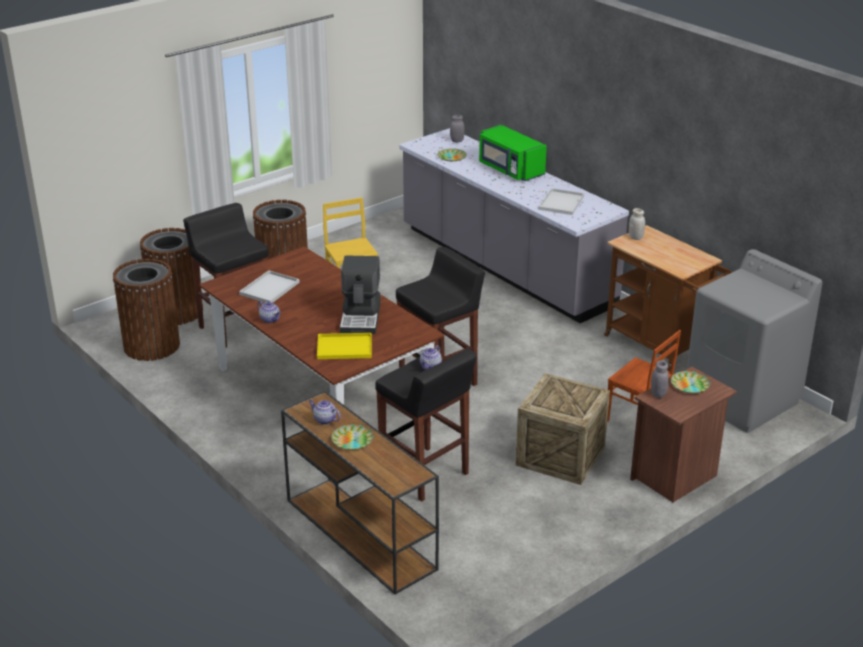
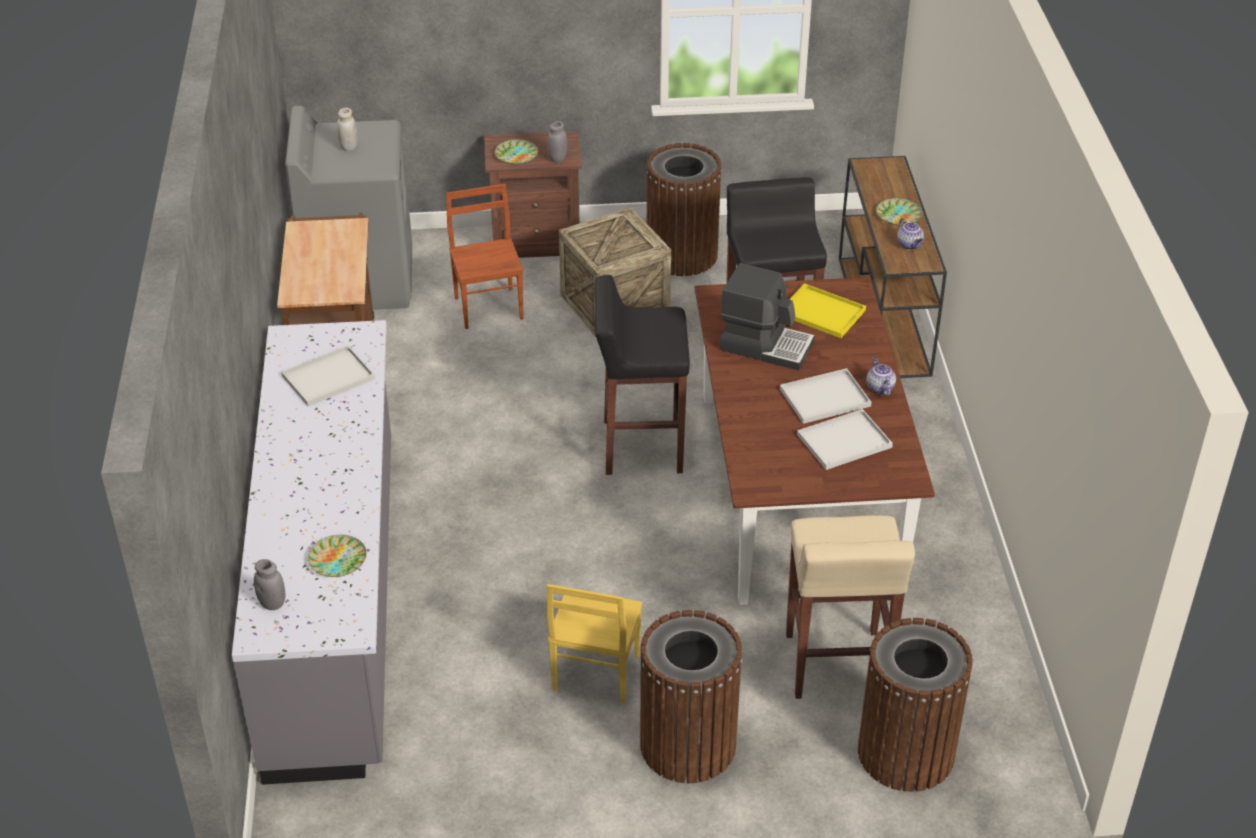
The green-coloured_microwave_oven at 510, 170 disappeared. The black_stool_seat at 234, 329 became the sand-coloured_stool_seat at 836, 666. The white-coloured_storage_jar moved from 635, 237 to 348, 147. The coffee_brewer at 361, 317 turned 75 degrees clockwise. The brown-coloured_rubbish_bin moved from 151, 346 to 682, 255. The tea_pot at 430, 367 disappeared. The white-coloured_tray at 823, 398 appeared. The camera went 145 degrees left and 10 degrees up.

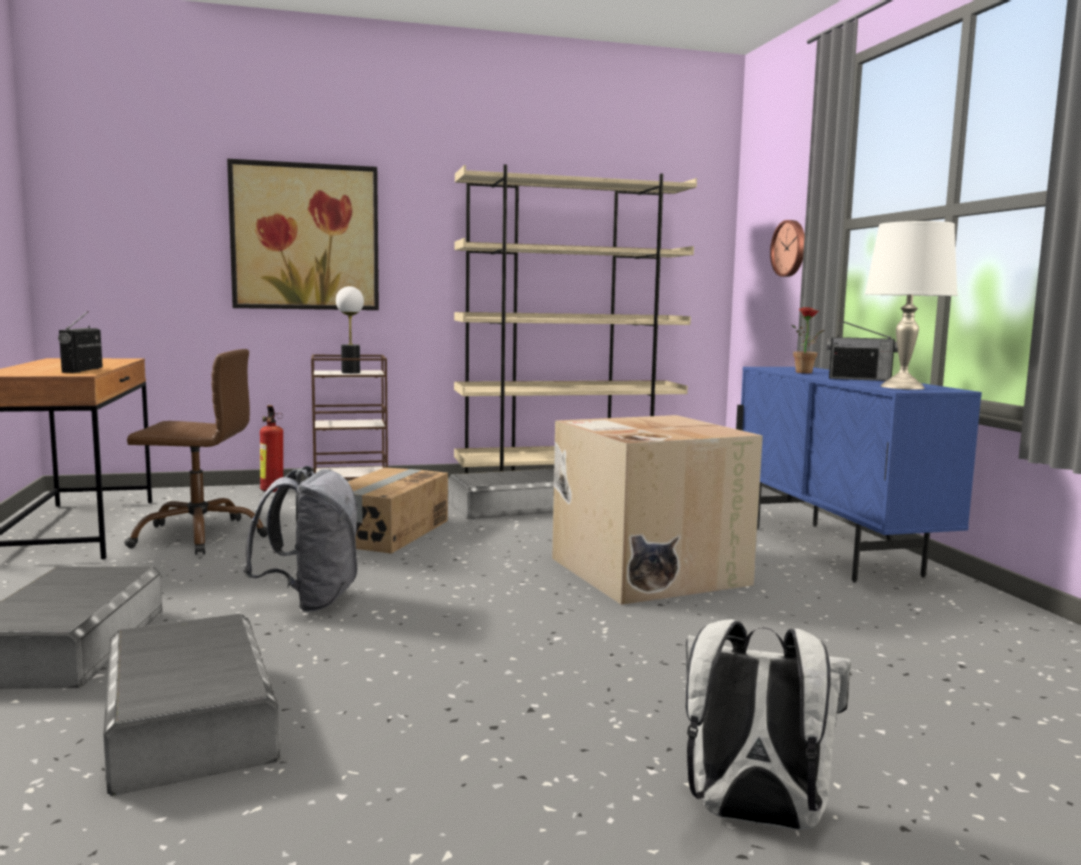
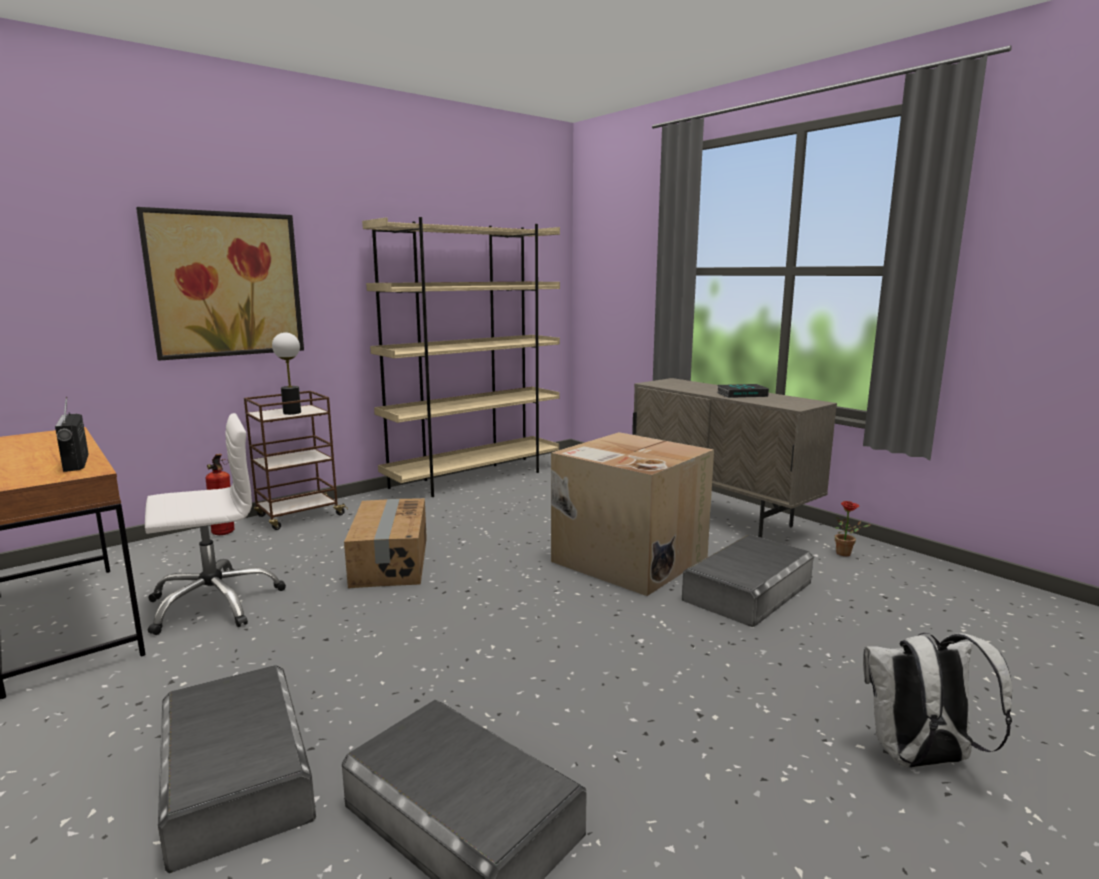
The hanging_clock at 790, 248 disappeared. The white-coloured_table_lamp at 902, 387 disappeared. The plant_in_a_pot moved from 807, 372 to 846, 554. The radio_receiver at 859, 379 was replaced by the volume at 742, 394. The brown-coloured_computer_chair at 199, 536 became the white-coloured_computer_chair at 214, 603. The blue_cupboard at 833, 551 became the sand-coloured_cupboard at 719, 515. The gray_rucksack at 311, 601 disappeared. The gray_storage_bin moved from 511, 506 to 747, 591. The camera went 25 degrees left and 5 degrees up.

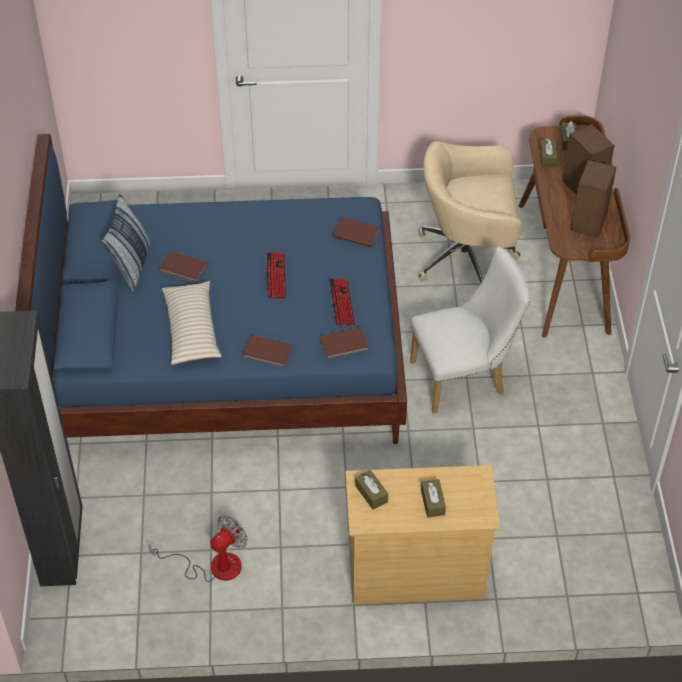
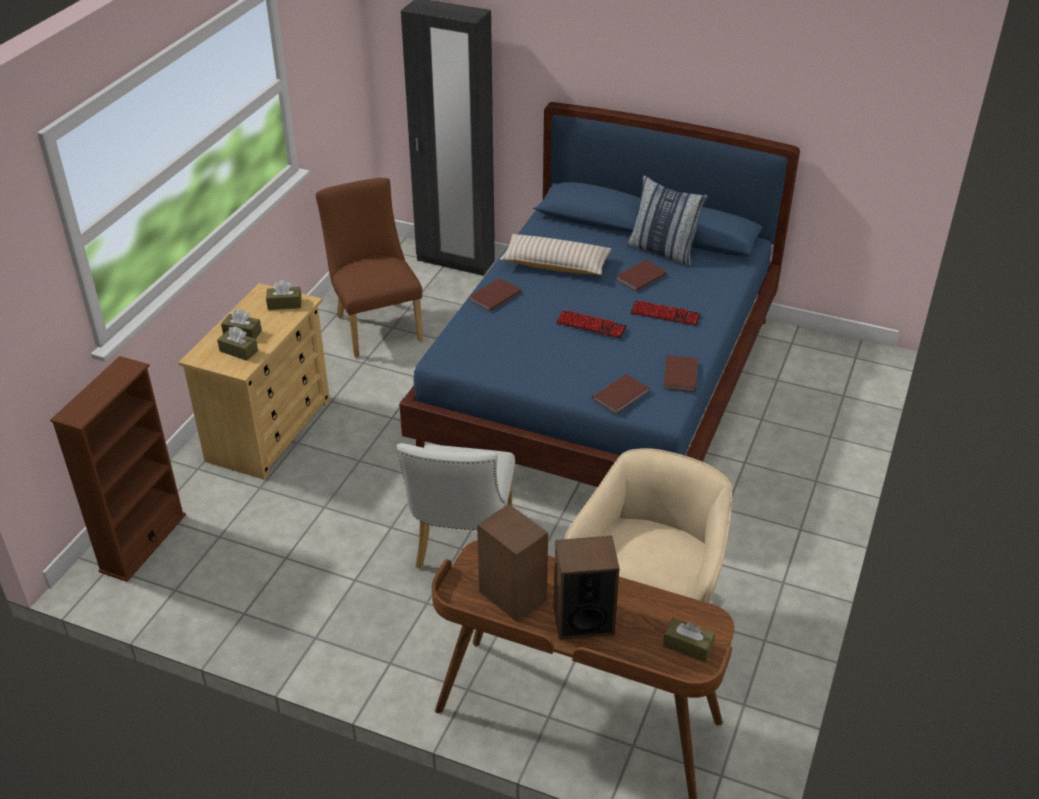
The brown-coloured_tissue_box moved from 547, 157 to 238, 351. The computer_keyboard moved from 341, 303 to 665, 314. The brown-coloured_volume moved from 344, 345 to 679, 376. The fan at 214, 566 was replaced by the brown-coloured_chair at 375, 325. The brown-coloured_shelving_unit at 143, 543 appeared. The camera went 115 degrees right and 10 degrees down.

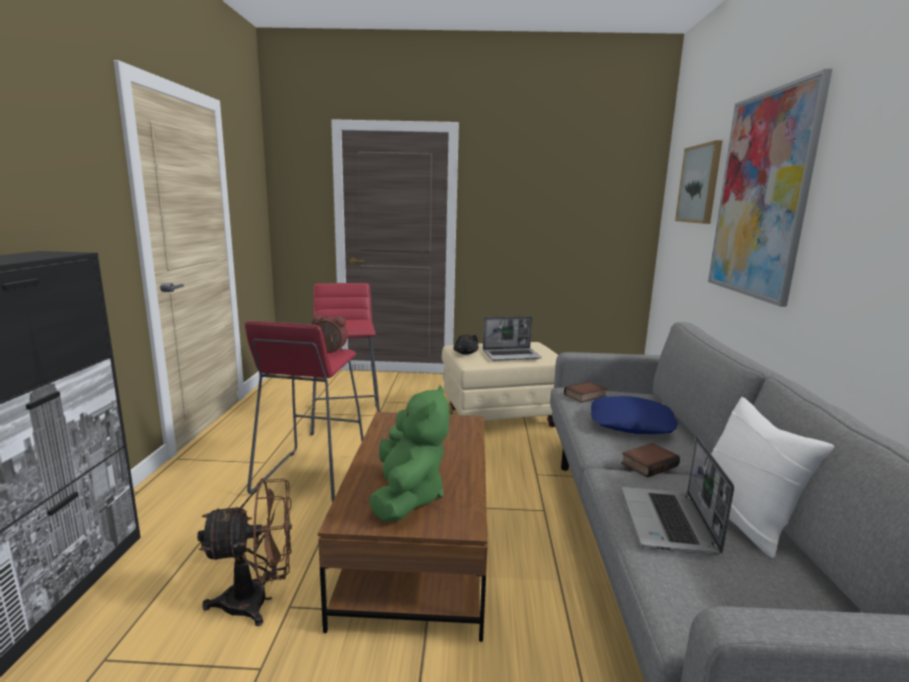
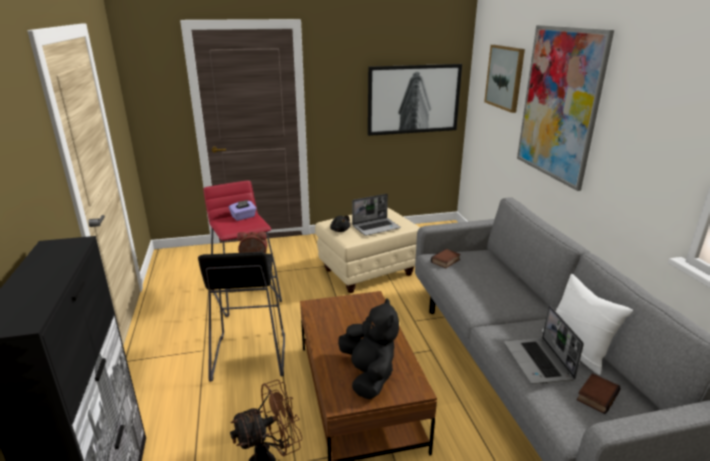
The red-coloured_stool_seat at 310, 477 became the black_stool_seat at 249, 356. The green-coloured_plush_toy at 407, 497 became the black_plush_toy at 368, 375. The blue_throw_pillow at 631, 424 disappeared. The volume moved from 648, 464 to 596, 395. The wall_picture at 413, 99 appeared. The purplish_tissue_box at 243, 217 appeared. The camera went 15 degrees left and 10 degrees up.

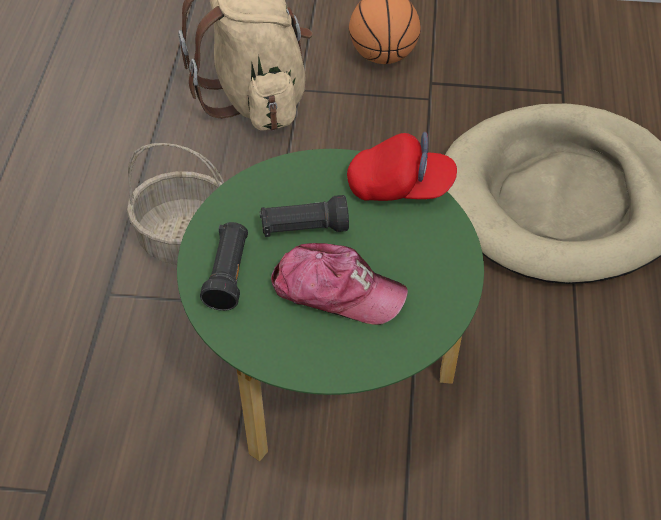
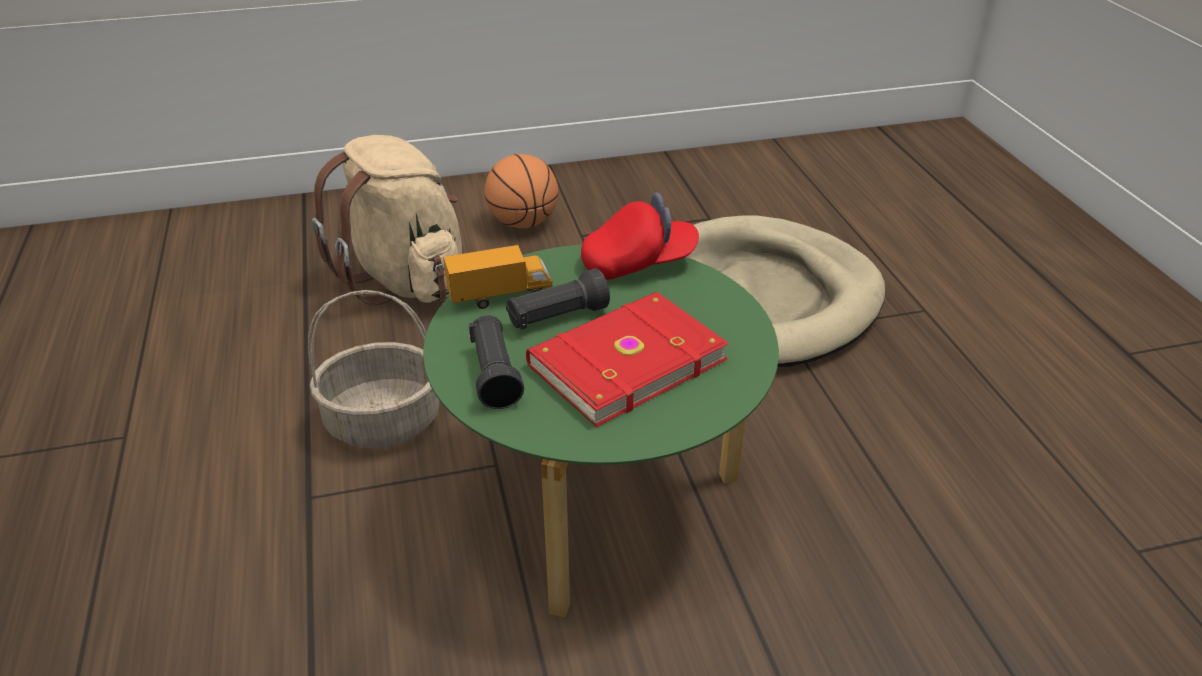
The peaked_cap at 337, 290 was replaced by the red-coloured_volume at 624, 361. The toy_lorry at 501, 297 appeared. The camera went 20 degrees left and 15 degrees down.

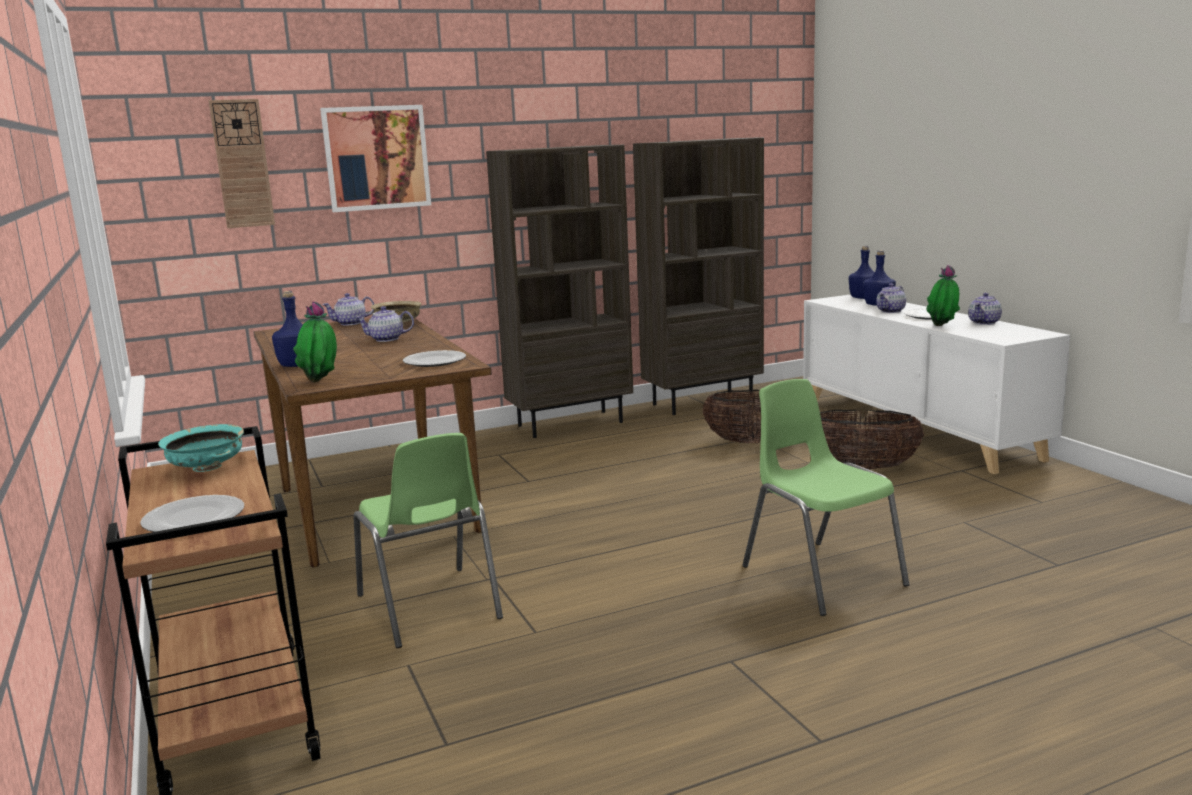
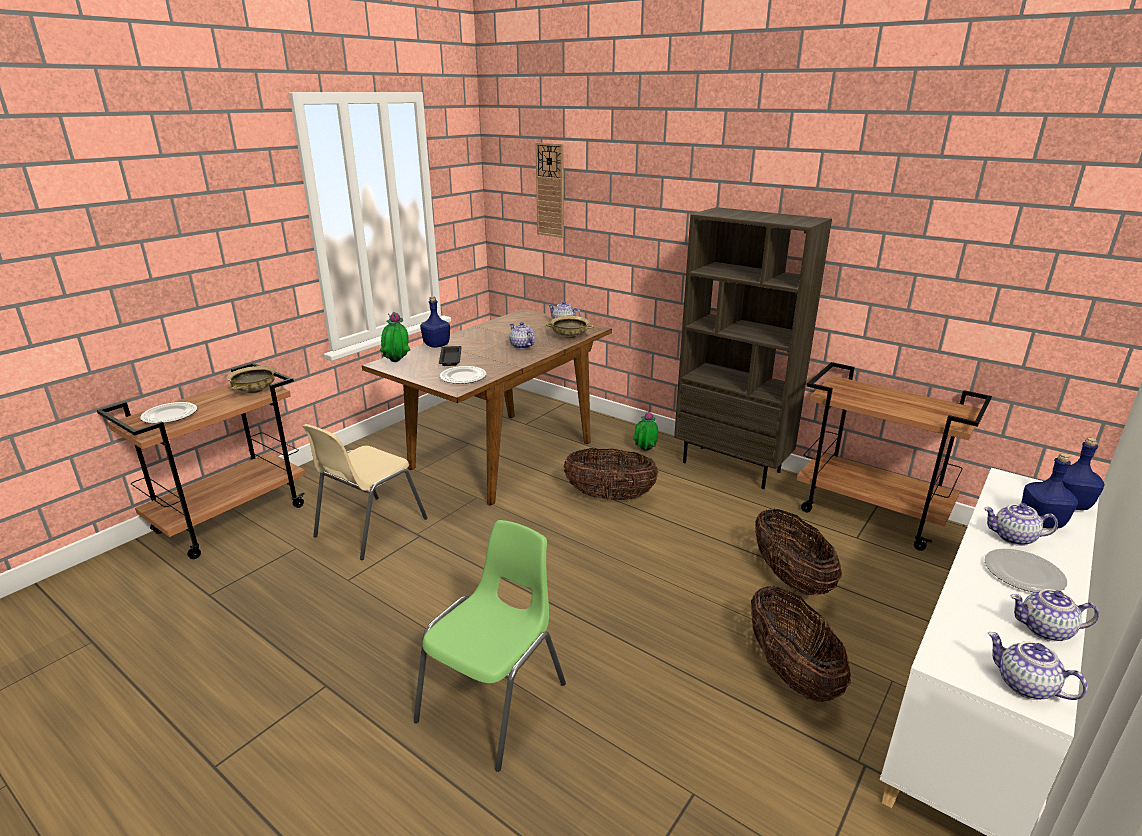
The wall_picture at 376, 158 disappeared. The brown-coloured_shelving_unit at 702, 402 was replaced by the brown-coloured_cart at 871, 514. The plant_in_a_pot moved from 942, 326 to 645, 451. The turquoise_deep_dish at 207, 467 became the sand-coloured_deep_dish at 254, 390. The green-coloured_chair at 429, 608 became the sand-coloured_chair at 369, 528. The black_tray at 450, 359 appeared. The household_basket at 609, 496 appeared. The tea_pot at 1024, 685 appeared. The camera went 60 degrees right and 10 degrees up.

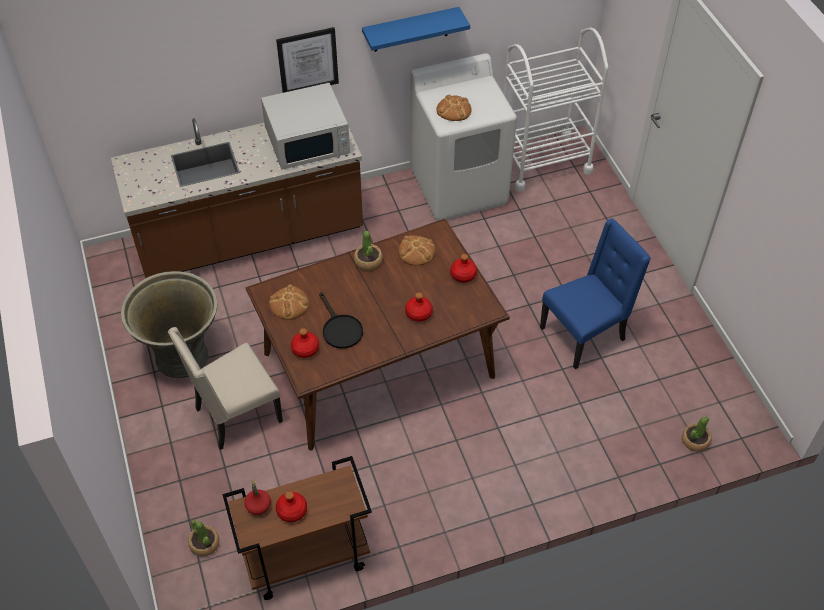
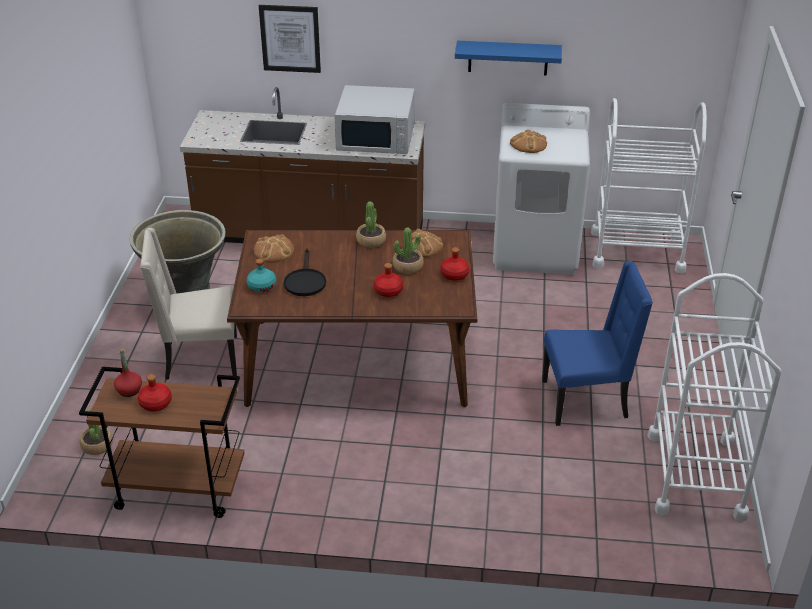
The wall_picture moved from 307, 61 to 290, 38. The red-coloured_bottle at 305, 349 became the turquoise_bottle at 261, 286. The plant_in_a_pot moved from 695, 440 to 408, 266. The white-coloured_cart at 695, 475 appeared. The camera went 25 degrees right and 15 degrees down.

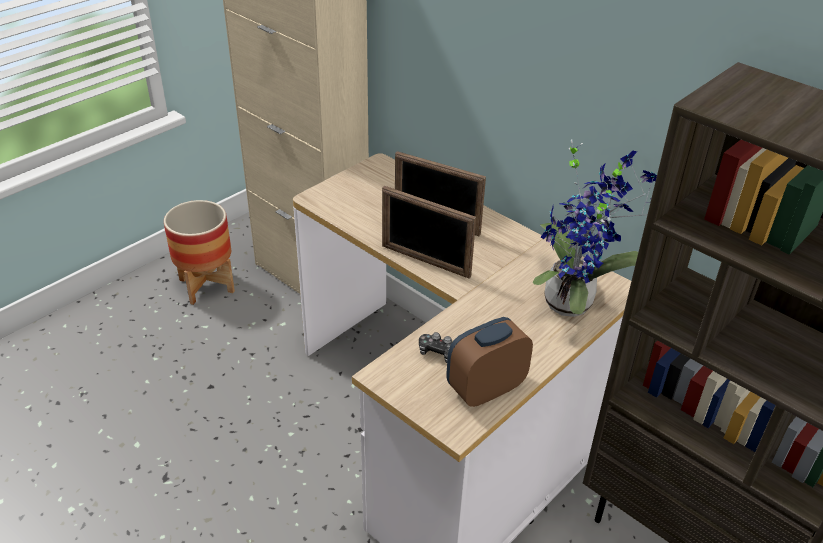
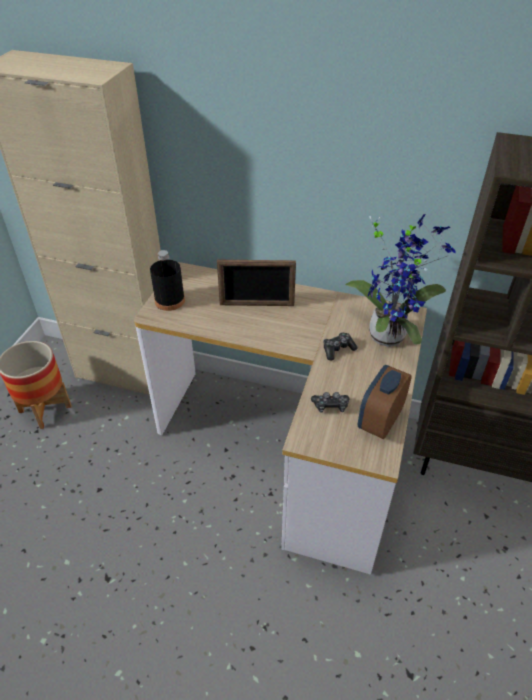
The picture_frame at 425, 261 disappeared. The black_bottle at 170, 301 appeared. The joypad at 338, 349 appeared. The camera went 25 degrees left and 5 degrees up.

